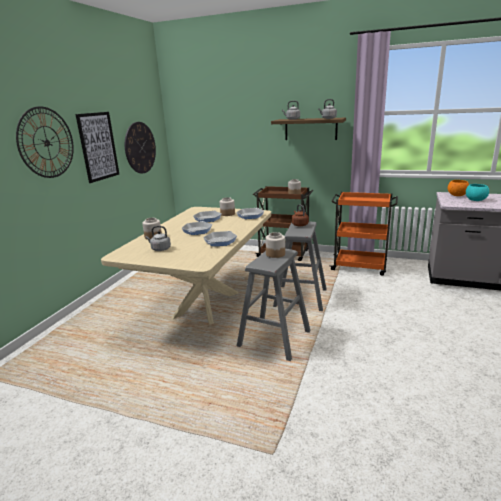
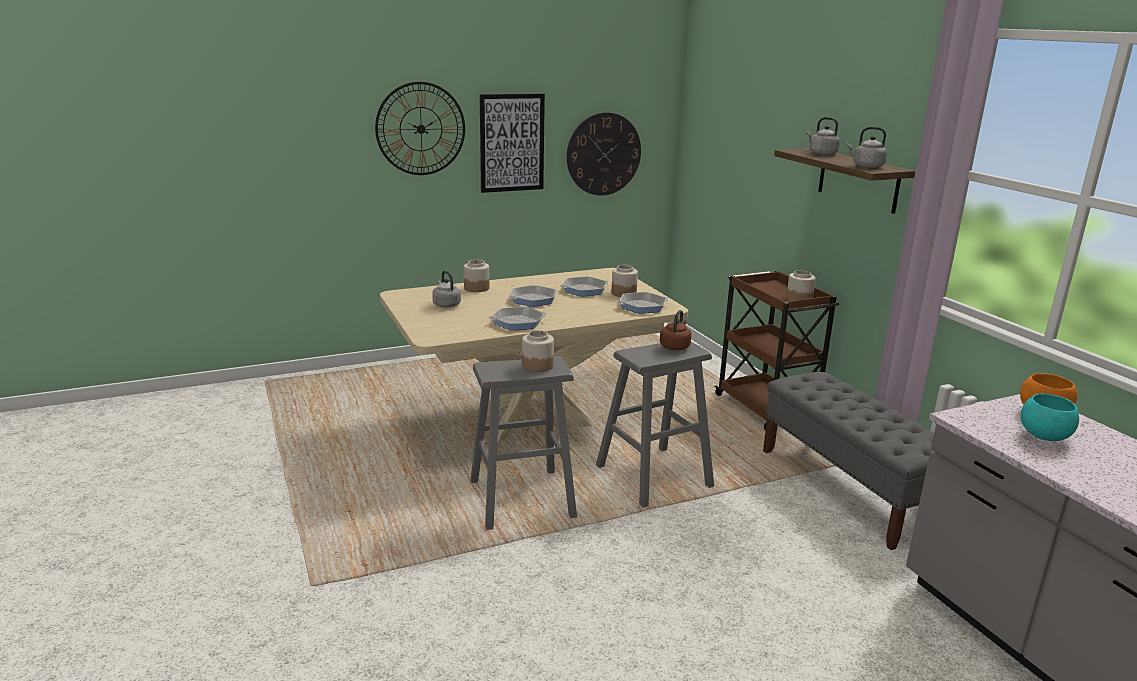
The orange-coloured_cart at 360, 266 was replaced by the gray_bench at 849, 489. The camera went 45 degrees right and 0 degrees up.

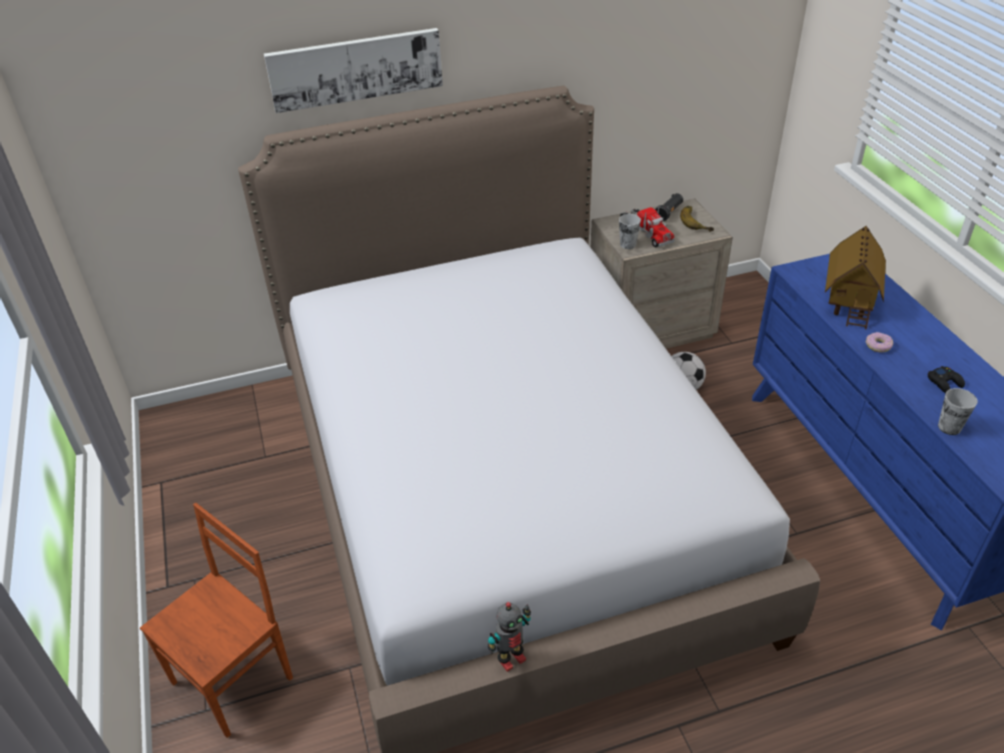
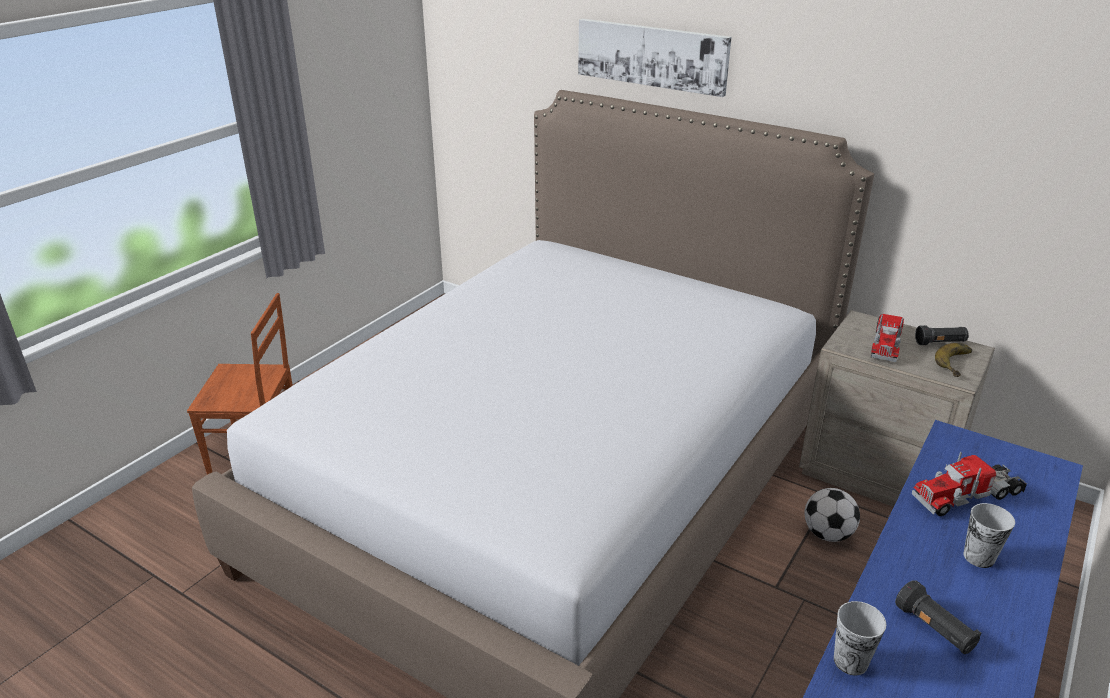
The drinking_cup moved from 628, 244 to 978, 557. The toy_house at 849, 301 was replaced by the toy_lorry at 967, 495. The donut at 878, 345 disappeared. The black_joypad at 945, 383 was replaced by the black_flashlight at 934, 629. The model_robot at 511, 658 disappeared. The camera went 50 degrees right and 10 degrees down.

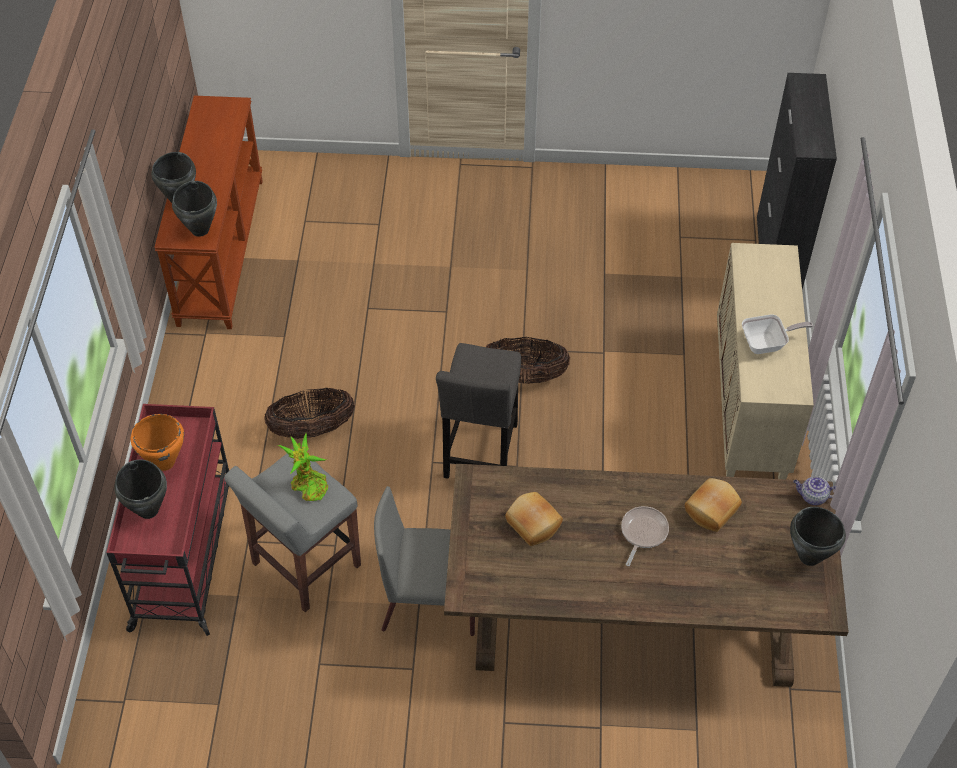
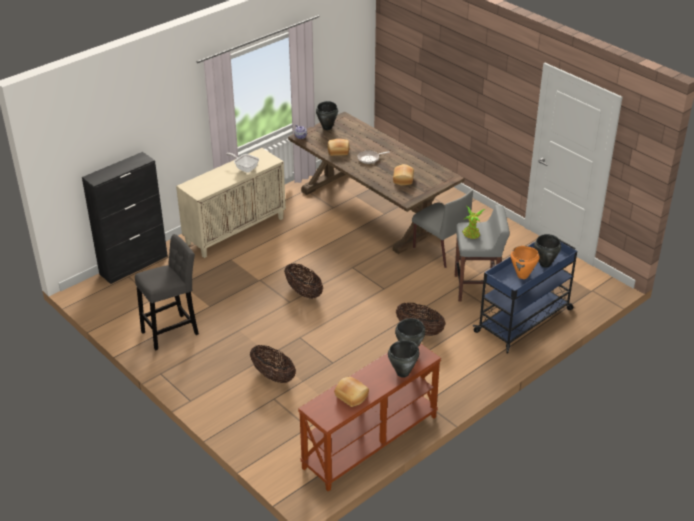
The gray_stool_seat moved from 480, 455 to 172, 331. The red-coloured_cart at 184, 555 became the blue_cart at 524, 320. The household_basket at 273, 376 appeared. The bread at 352, 395 appeared. The camera went 135 degrees left and 15 degrees down.

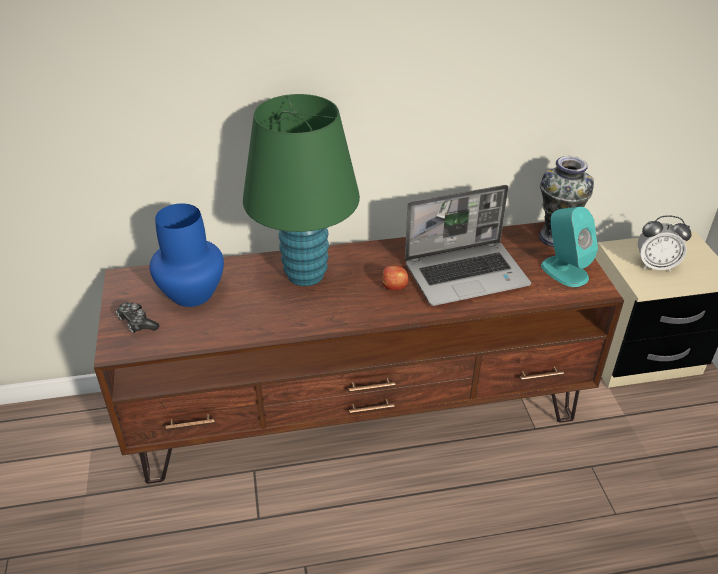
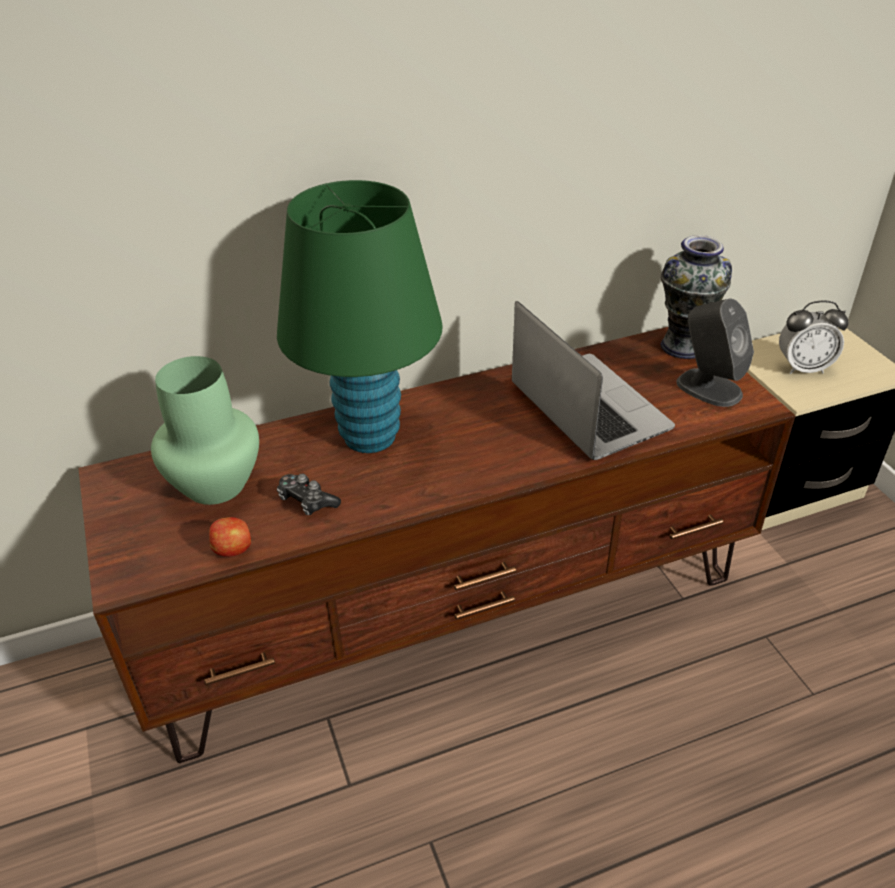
The portable_computer at 467, 274 turned 90 degrees counterclockwise. The blue_decorative_vase at 193, 293 became the green-coloured_decorative_vase at 217, 483. The turquoise_audio_speaker at 564, 271 became the gray_audio_speaker at 708, 387. The whole_apple moved from 394, 287 to 233, 550. The joypad moved from 137, 323 to 307, 501. The camera went 10 degrees left and 0 degrees up.

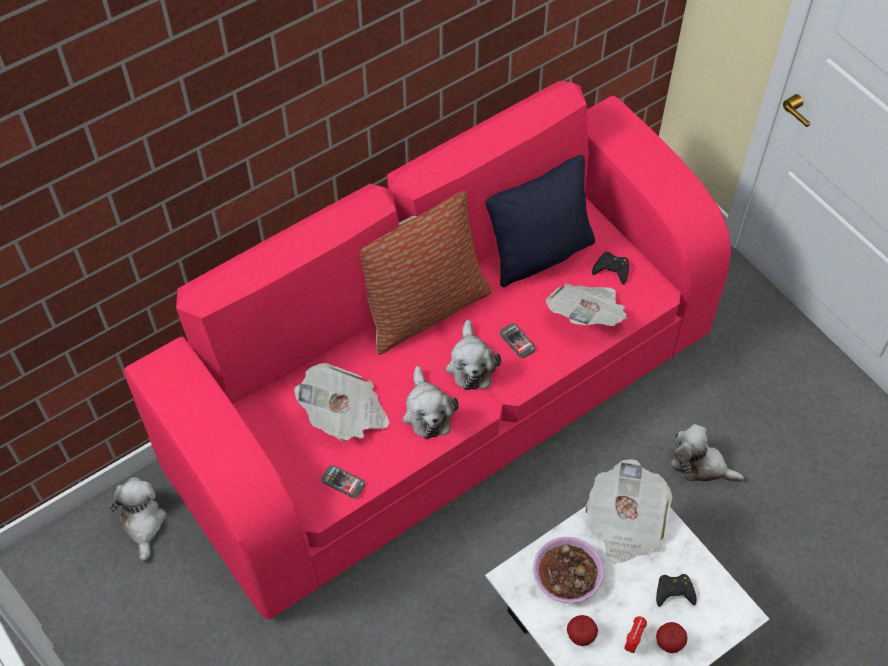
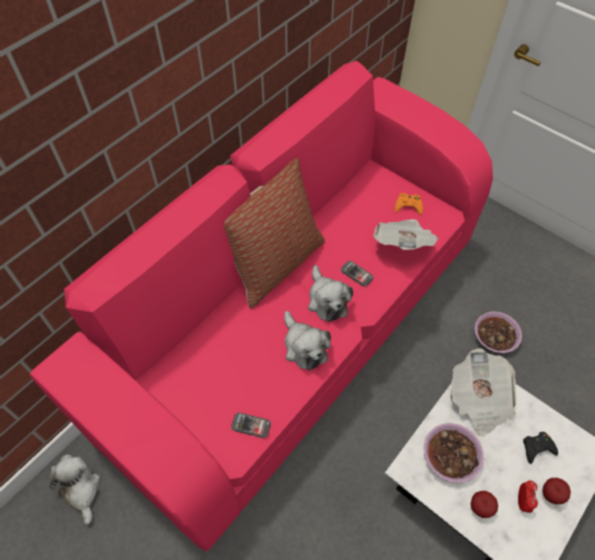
The black_throw_pillow at 540, 254 disappeared. The black_joypad at 612, 270 became the orange-coloured_joypad at 408, 206. The printed_paper at 345, 415 disappeared. The plush_toy at 700, 465 was replaced by the deep_dish at 495, 337. The camera went 15 degrees left and 0 degrees up.

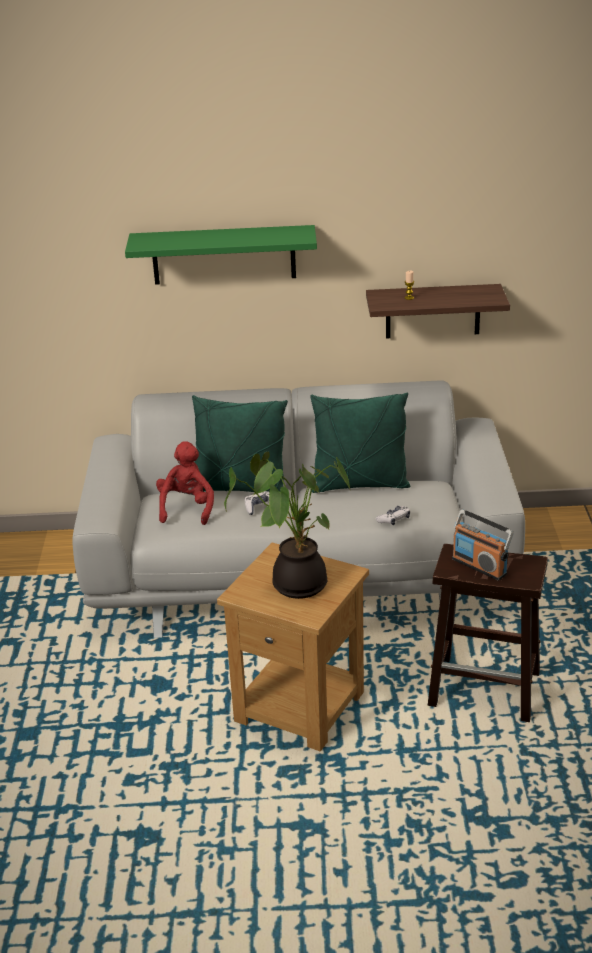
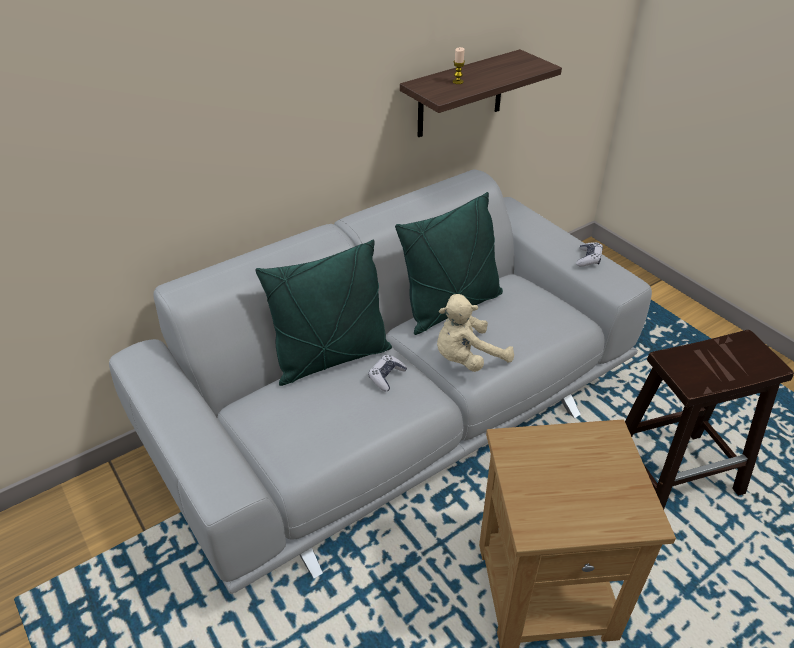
The green-coloured_bracket_shelf at 223, 255 disappeared. The red-coloured_plush_toy at 187, 508 disappeared. The plant_in_a_pot at 295, 583 disappeared. The joypad moved from 394, 519 to 588, 259. The radio_receiver at 479, 566 disappeared. The sand-coloured_plush_toy at 467, 358 appeared. The camera went 35 degrees left and 10 degrees up.

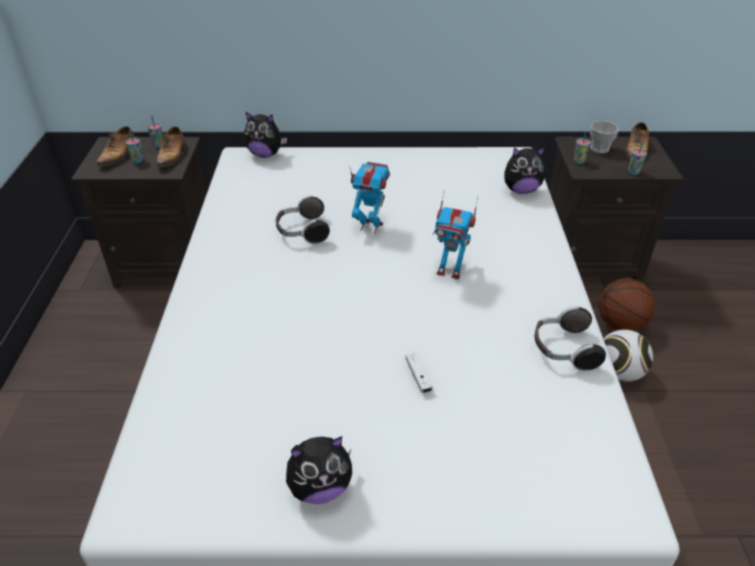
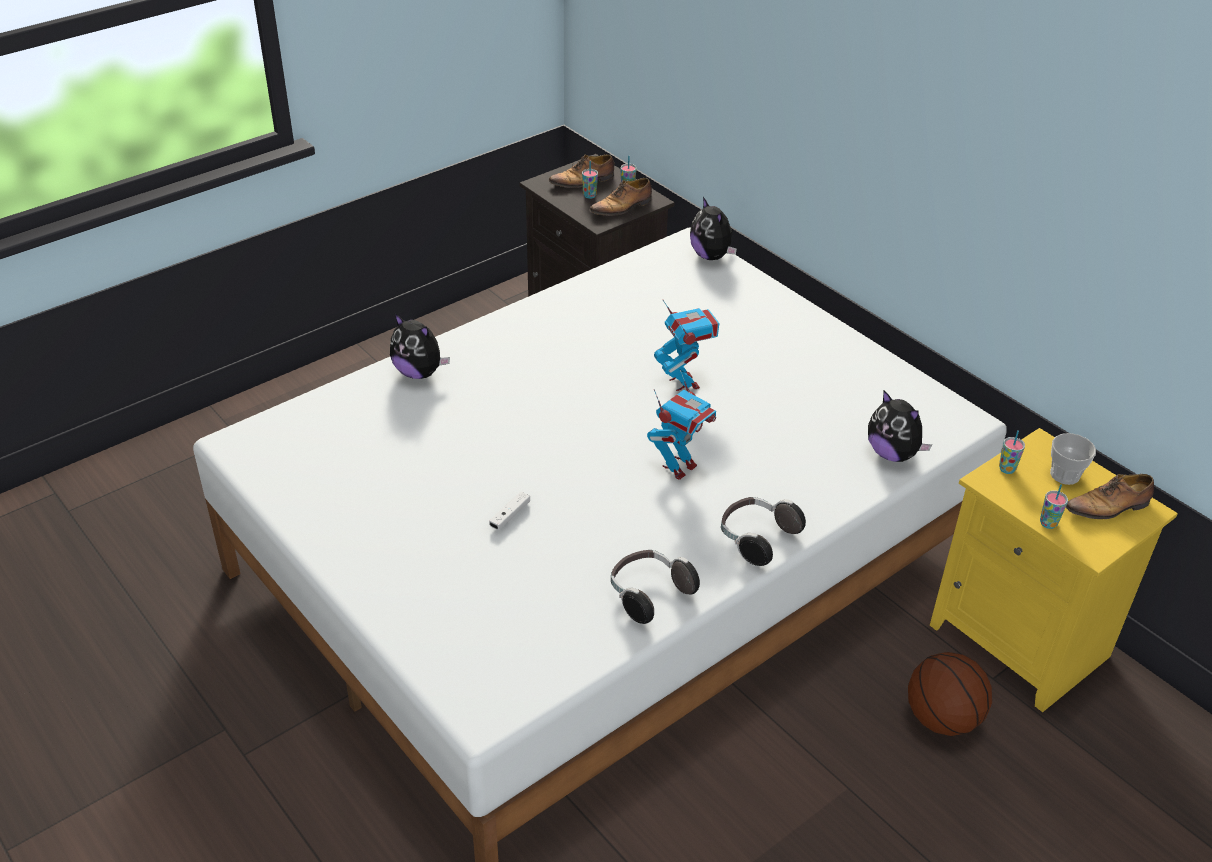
The black_nightstand at 588, 264 became the yellow-coloured_nightstand at 1022, 641. The model_robot at 450, 271 turned 120 degrees counterclockwise. The headphones moved from 302, 232 to 756, 539. The ball_for_football at 619, 373 disappeared. The plush_toy moved from 320, 487 to 419, 372. The camera went 50 degrees right and 0 degrees up.

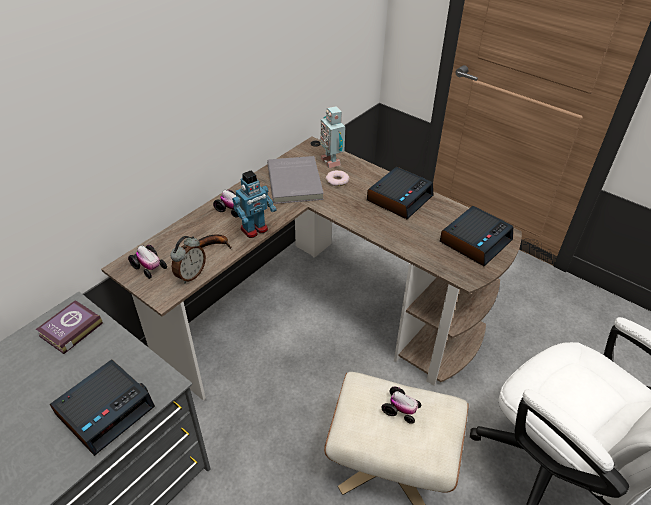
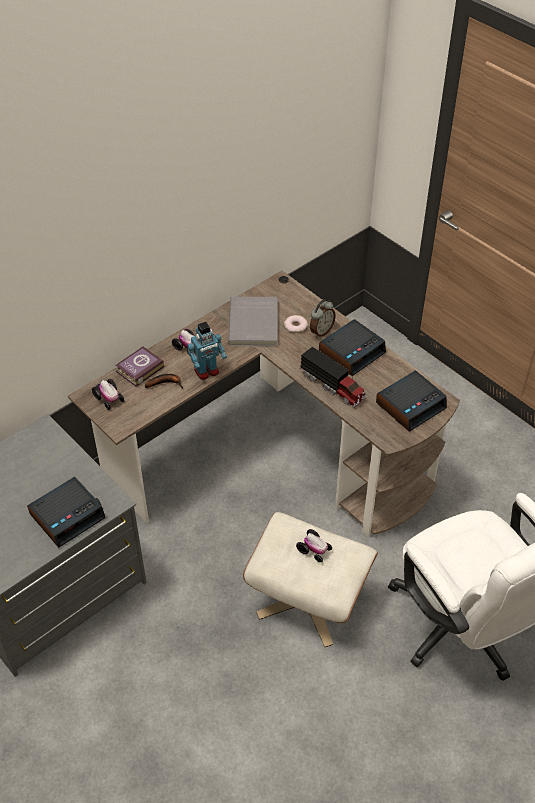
The model_robot at 332, 161 disappeared. The table_clock moved from 190, 275 to 321, 331. The volume moved from 69, 330 to 138, 369. The toy_lorry at 333, 386 appeared. The camera went 10 degrees right and 5 degrees up.

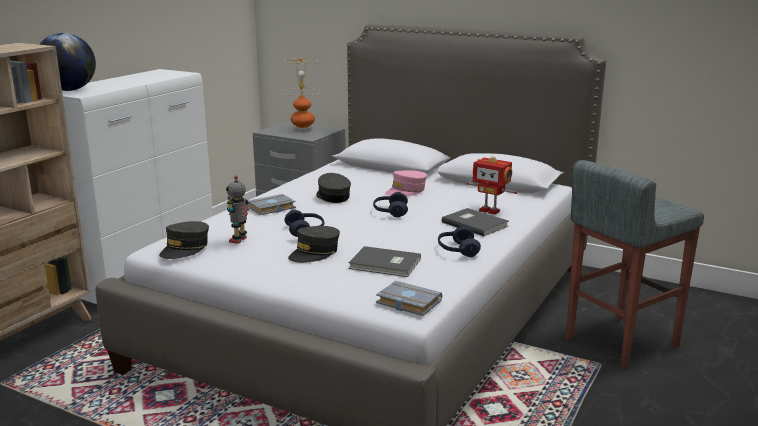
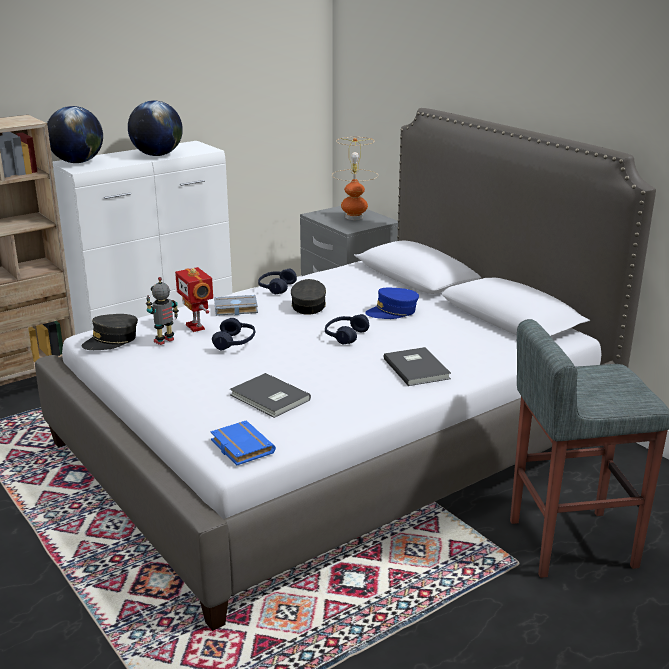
The model_robot moved from 490, 211 to 196, 327. The pinkish_peaked_cap at 406, 191 became the blue_peaked_cap at 392, 312. The gray_peaked_cap at 314, 253 disappeared. The blue_headphones moved from 457, 250 to 276, 287. The gray_volume at 407, 303 became the blue_volume at 240, 447. The desk_globe at 157, 155 appeared. The camera went 25 degrees right and 5 degrees up.

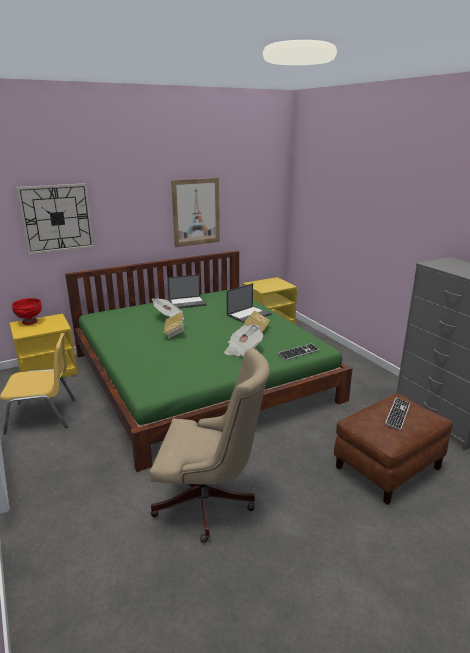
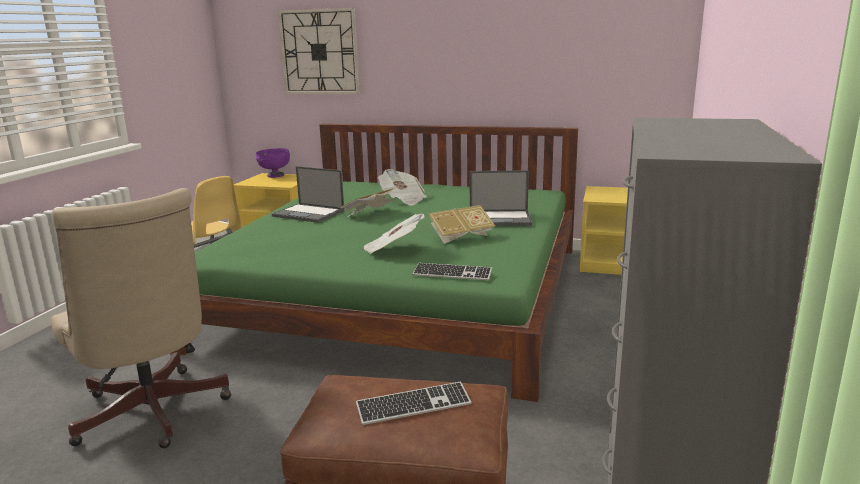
The wall_picture at 196, 212 disappeared. The portable_computer moved from 187, 302 to 309, 213. The red-coloured_deep_dish at 29, 322 became the purplish_deep_dish at 275, 176. The camera went 45 degrees right and 5 degrees down.

